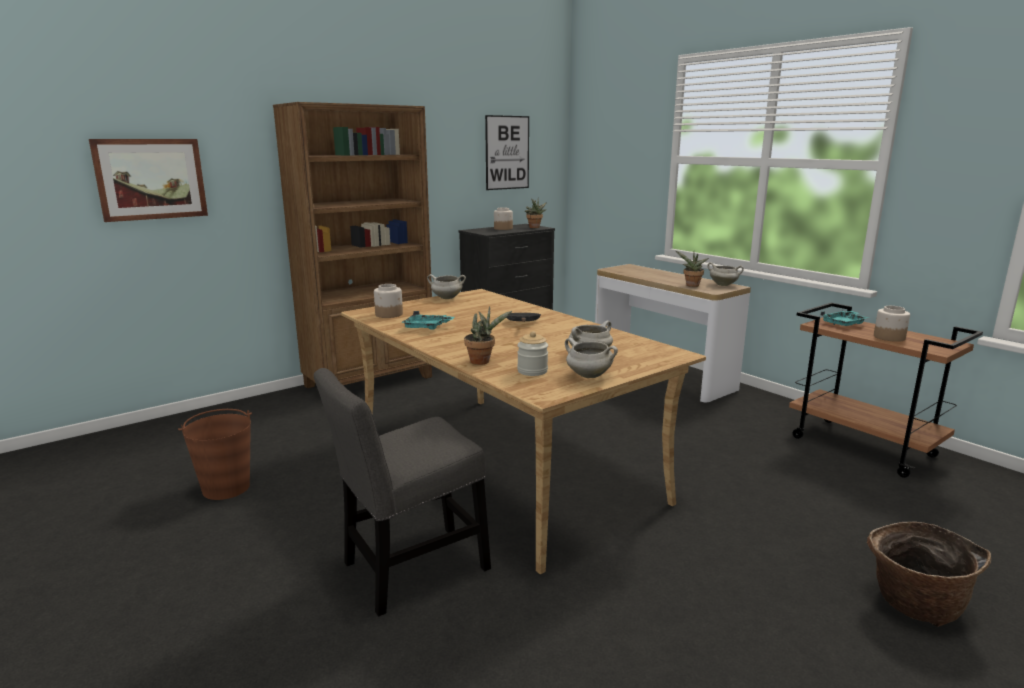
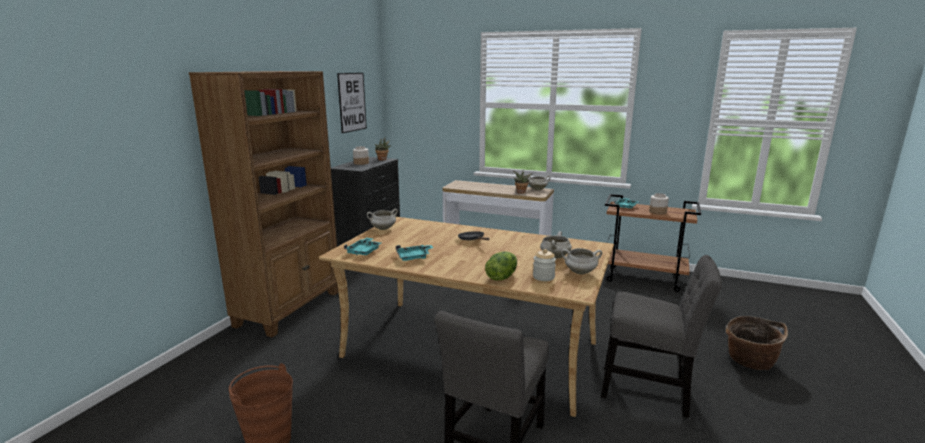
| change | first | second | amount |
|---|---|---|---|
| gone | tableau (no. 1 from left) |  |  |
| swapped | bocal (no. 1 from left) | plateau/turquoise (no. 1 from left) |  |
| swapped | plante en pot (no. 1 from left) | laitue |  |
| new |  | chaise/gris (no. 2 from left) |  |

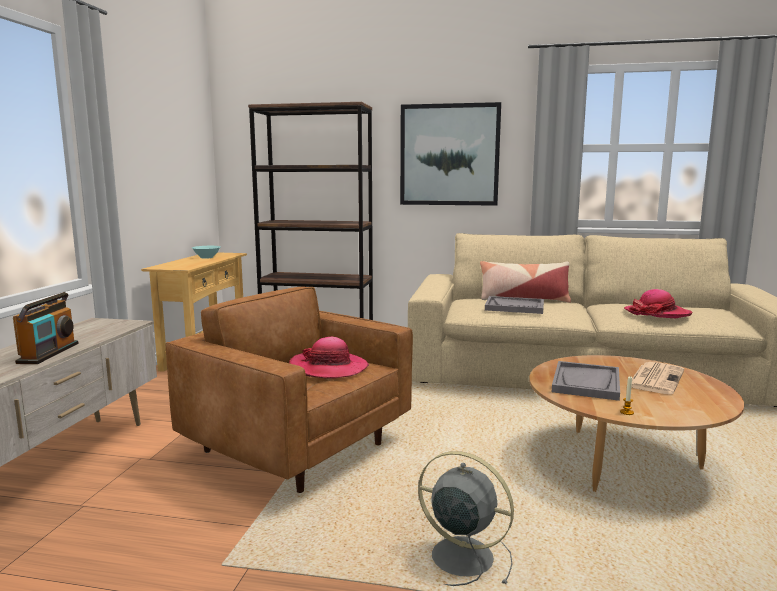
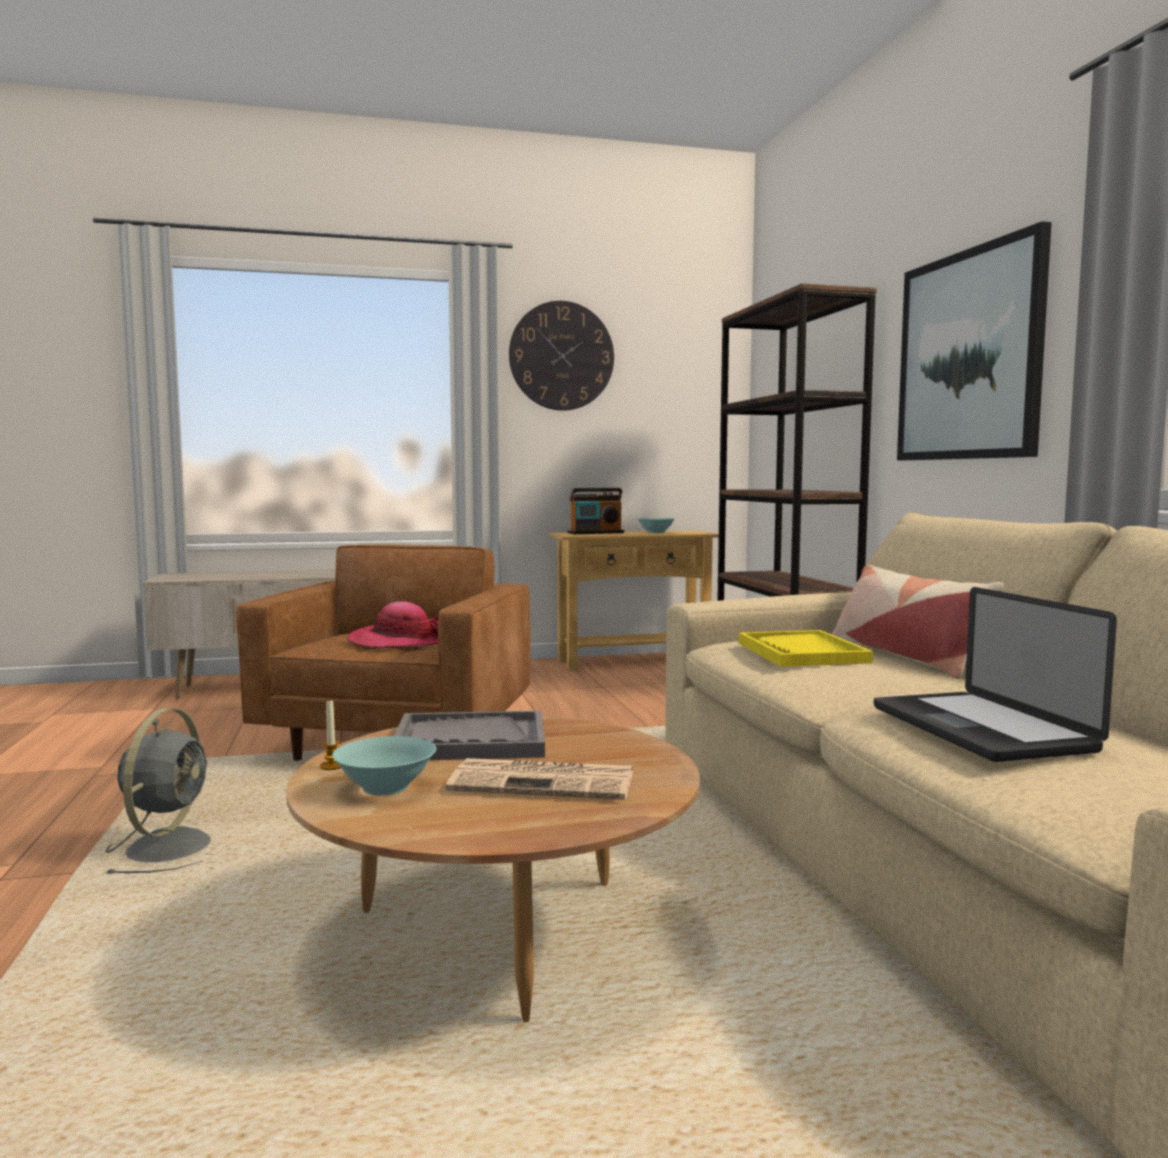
| change | first | second | amount |
|---|---|---|---|
| shifted | radio |  |  |
| repainted | plateau/gris (no. 1 from left) | plateau/jaune |  |
| swapped | chapeau (no. 2 from left) | ordinateur portable |  |
| new |  | bol/turquoise (no. 1 from left) |  |
| new |  | horloge murale |  |

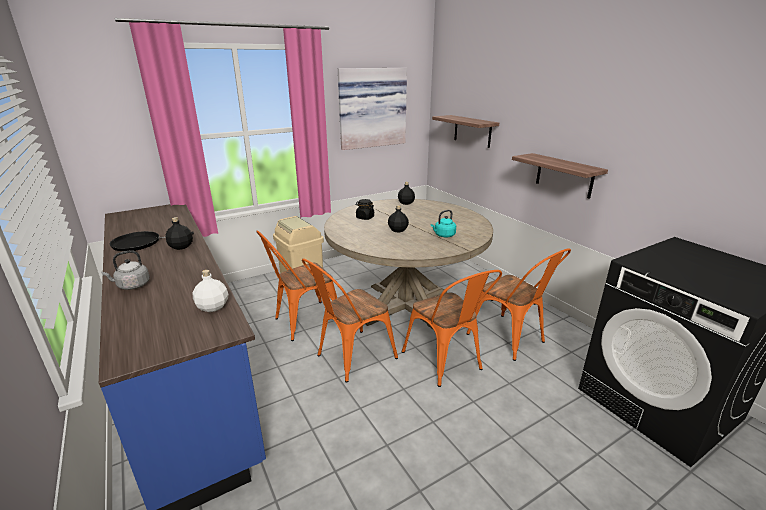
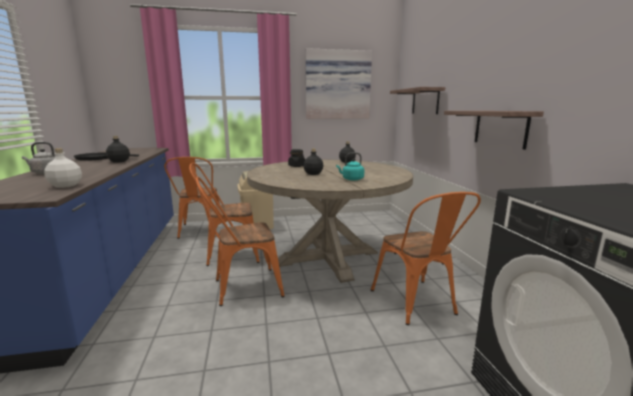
| change | first | second | amount |
|---|---|---|---|
| shifted | chaise/orange (no. 3 from left in the first image) | chaise/orange (no. 1 from left) |  |

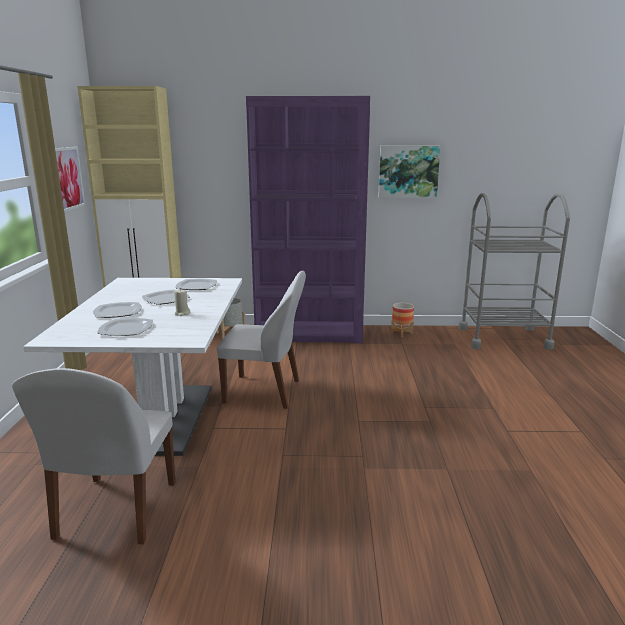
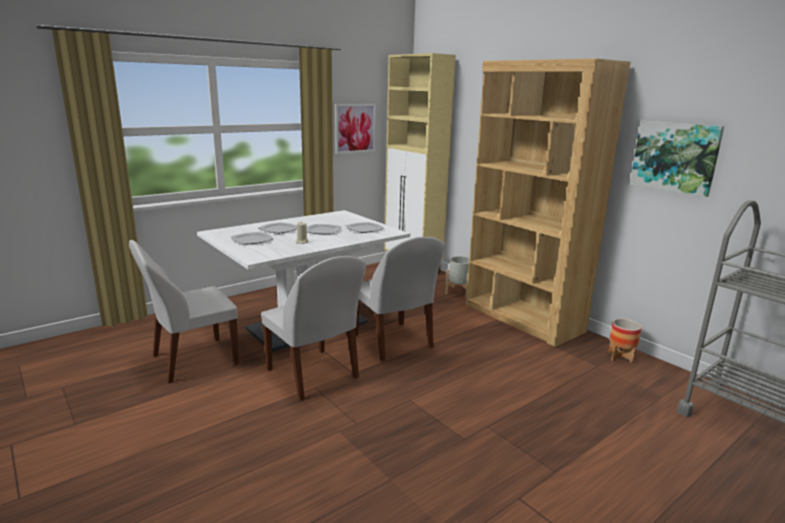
| change | first | second | amount |
|---|---|---|---|
| repainted | bibliothèque/violet | bibliothèque/marron |  |
| new |  | chaise/blanc (no. 2 from left) |  |

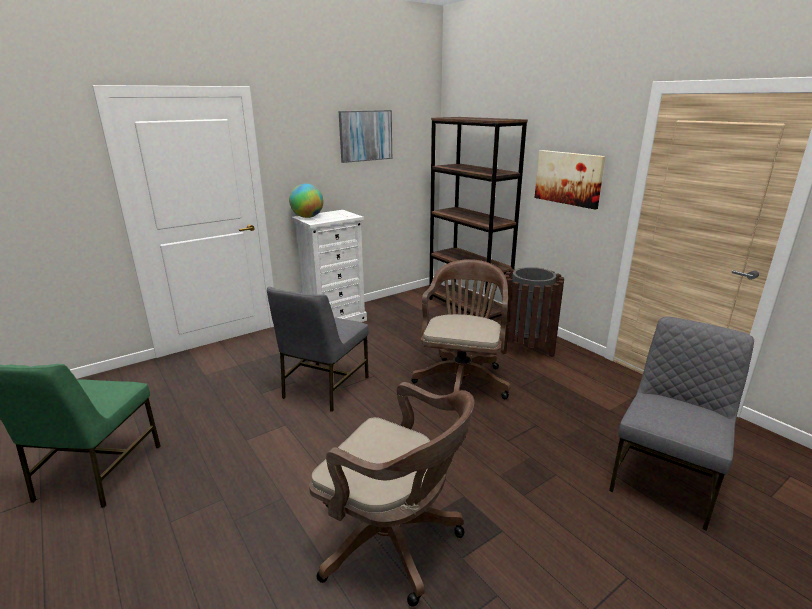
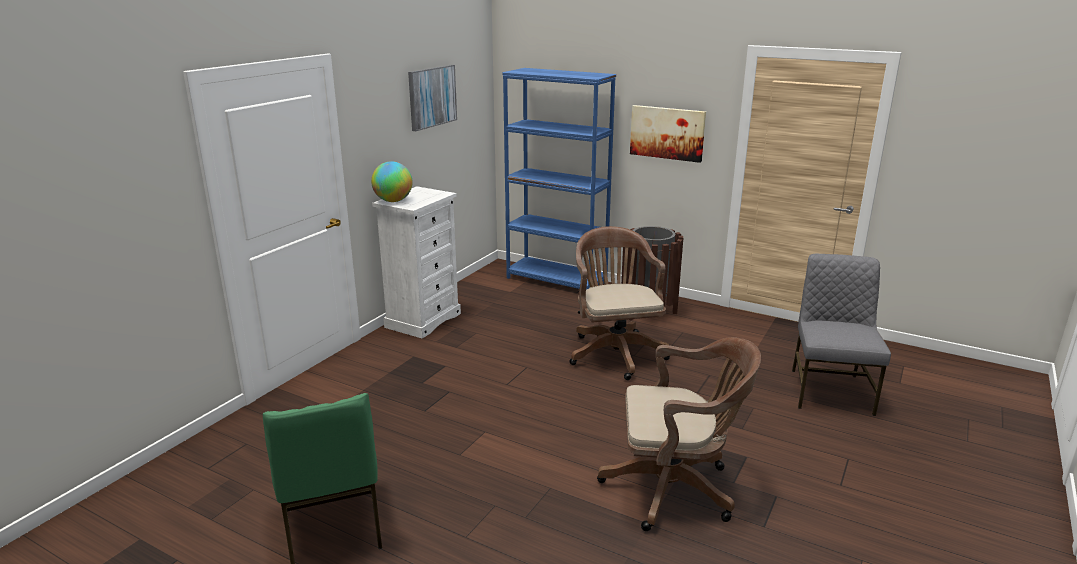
| change | first | second | amount |
|---|---|---|---|
| gone | chaise/gris (no. 1 from left) |  |  |
| repainted | bibliothèque/marron | bibliothèque/bleu |  |

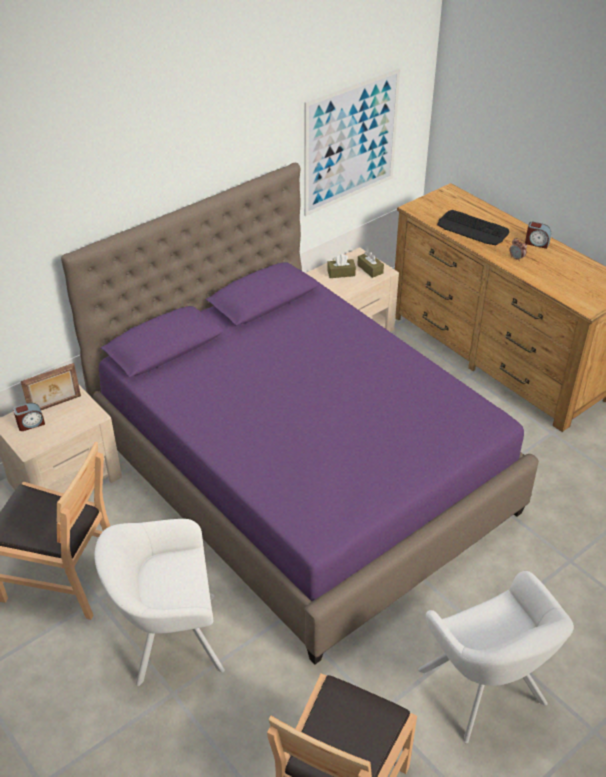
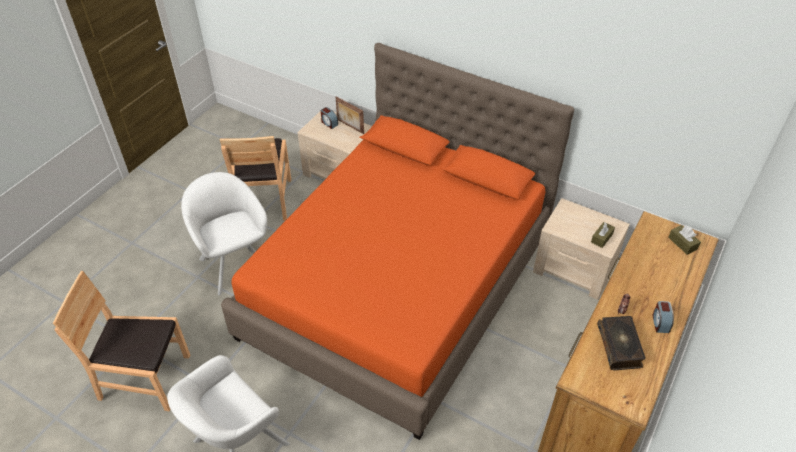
| change | first | second | amount |
|---|---|---|---|
| repainted | lit/violet | lit/orange |  |
| gone | tableau |  |  |
| shifted | boîte à mouchoirs/marron (no. 1 from left in the first image) | boîte à mouchoirs/marron (no. 2 from left) |  |
| gone | clavier |  |  |
| new |  | livre |  |

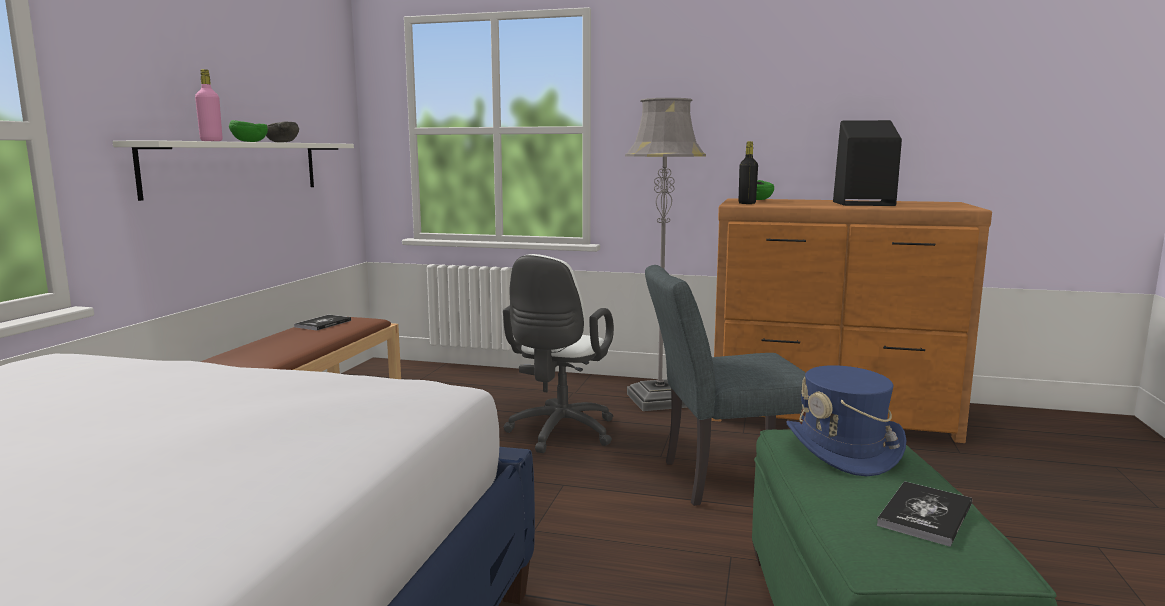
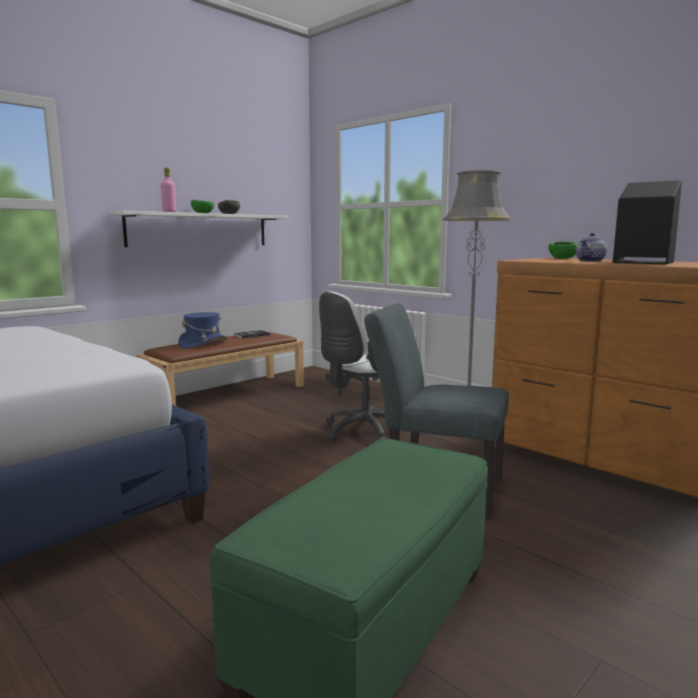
| change | first | second | amount |
|---|---|---|---|
| gone | bouteille/noir |  |  |
| shifted | chapeau/bleu |  |  |
| gone | livre (no. 2 from left) |  |  |
| new |  | théière |  |

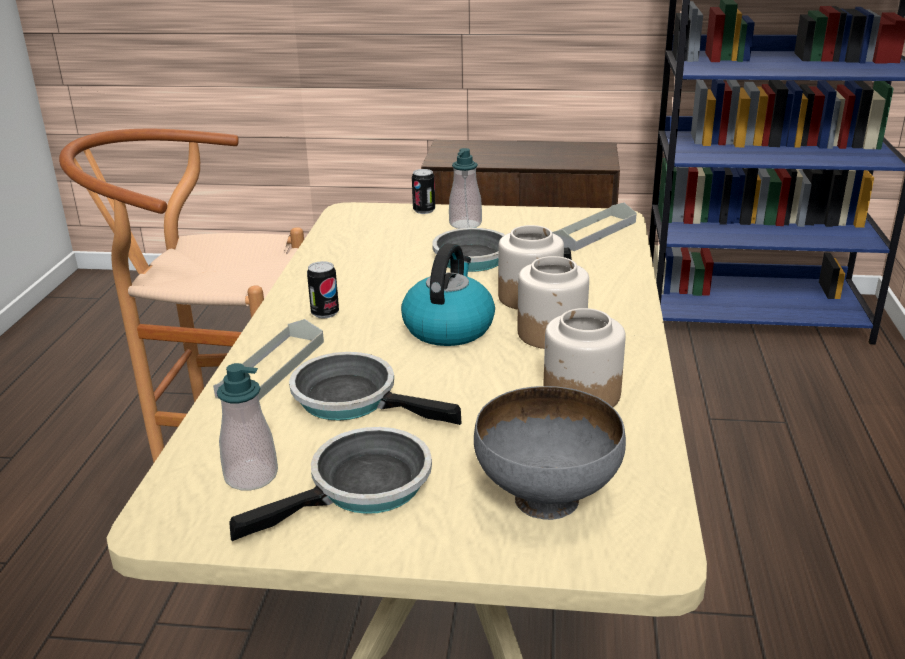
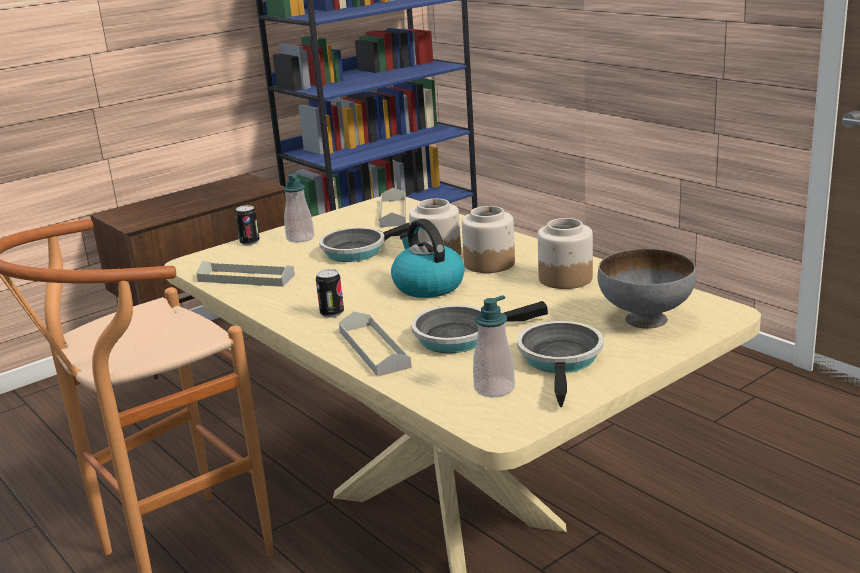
| change | first | second | amount |
|---|---|---|---|
| new |  | plateau/gris (no. 1 from left) |  |

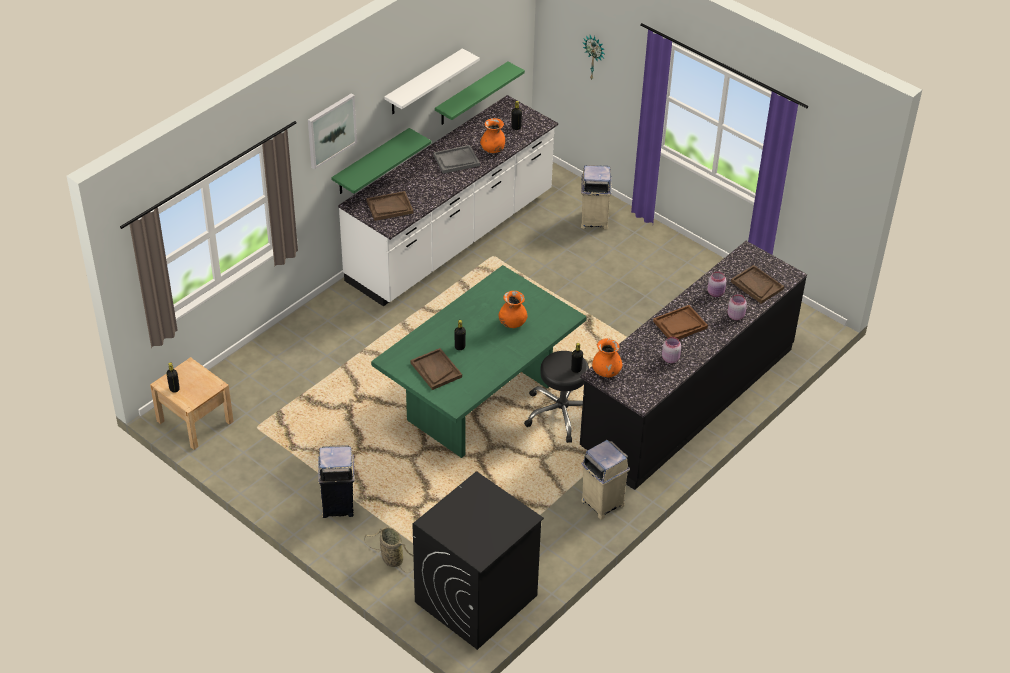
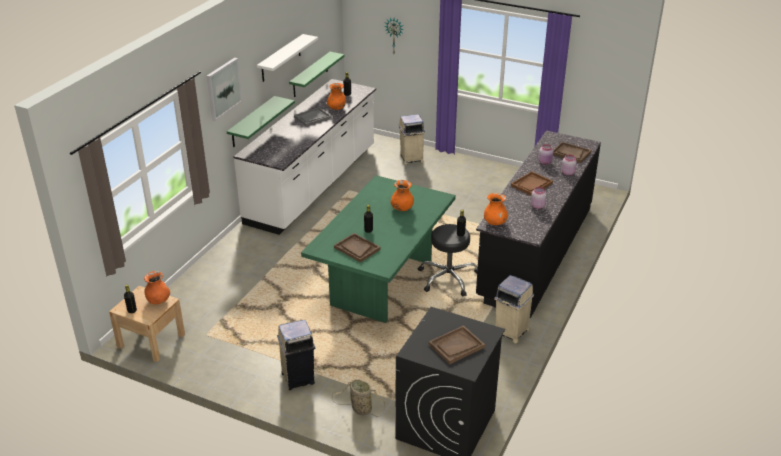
| change | first | second | amount |
|---|---|---|---|
| shifted | plateau/marron (no. 1 from left in the first image) | plateau/marron (no. 2 from left) |  |
| new |  | vase/orange (no. 1 from left) |  |

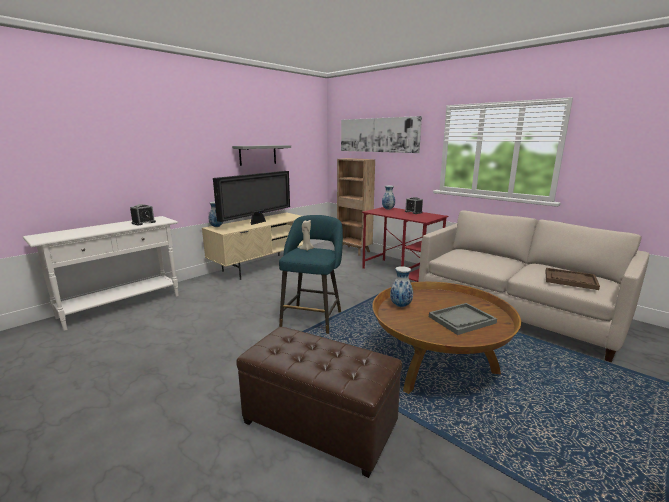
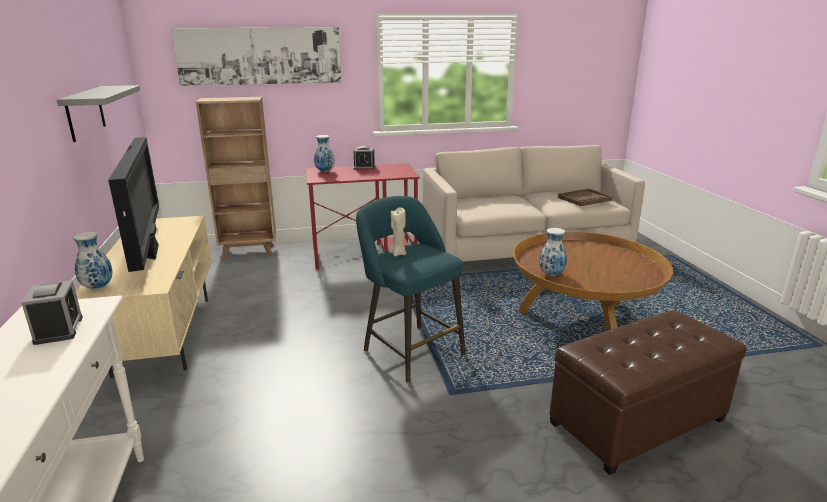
| change | first | second | amount |
|---|---|---|---|
| gone | plateau/gris |  |  |

